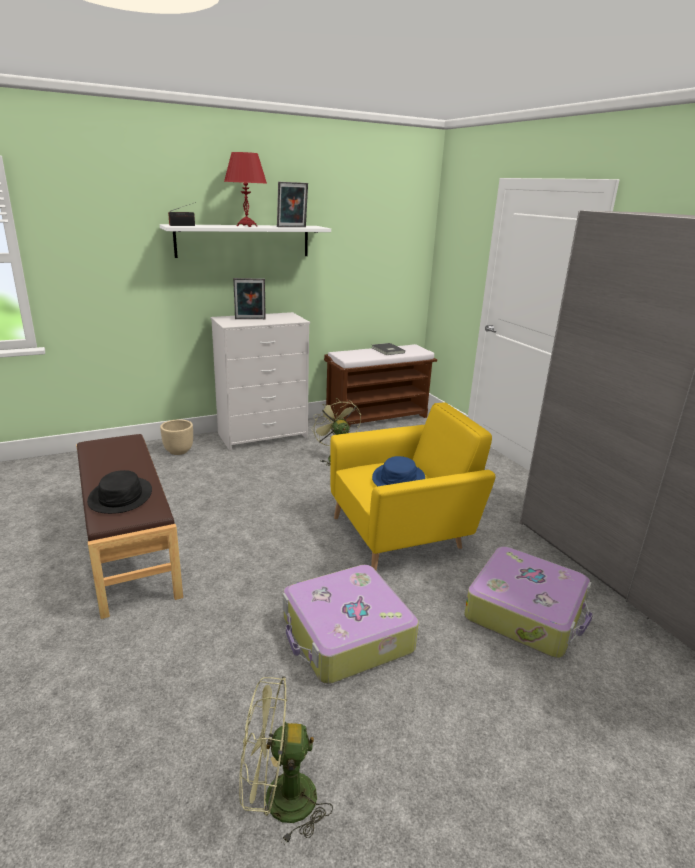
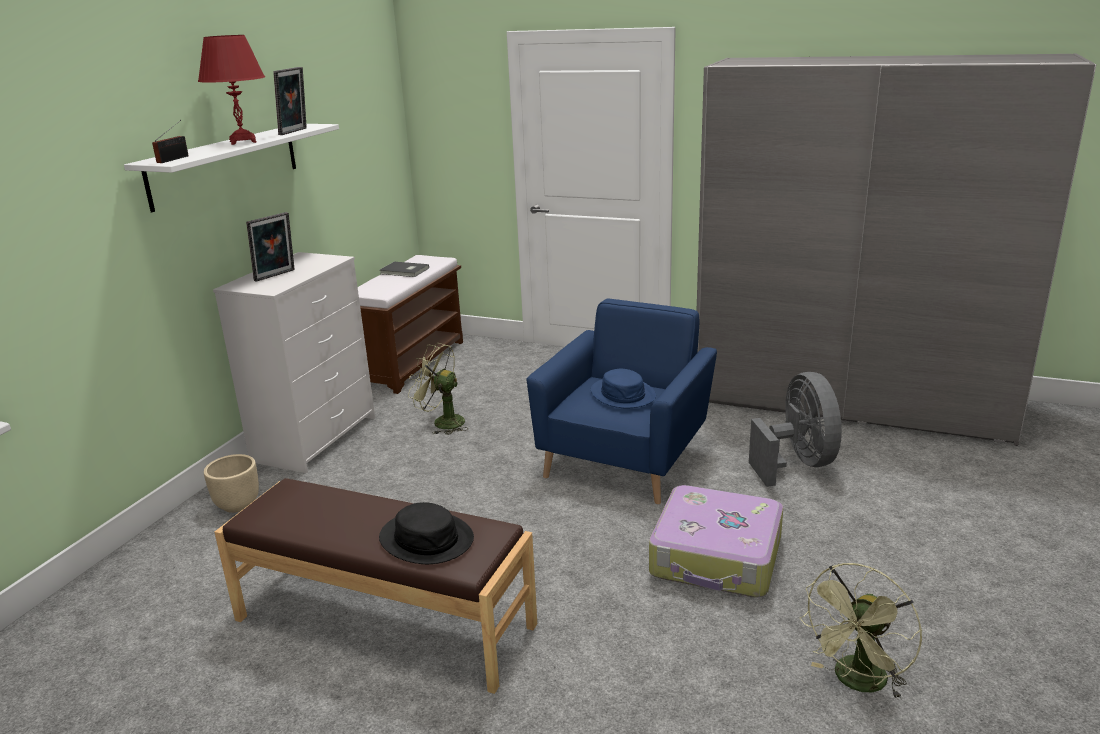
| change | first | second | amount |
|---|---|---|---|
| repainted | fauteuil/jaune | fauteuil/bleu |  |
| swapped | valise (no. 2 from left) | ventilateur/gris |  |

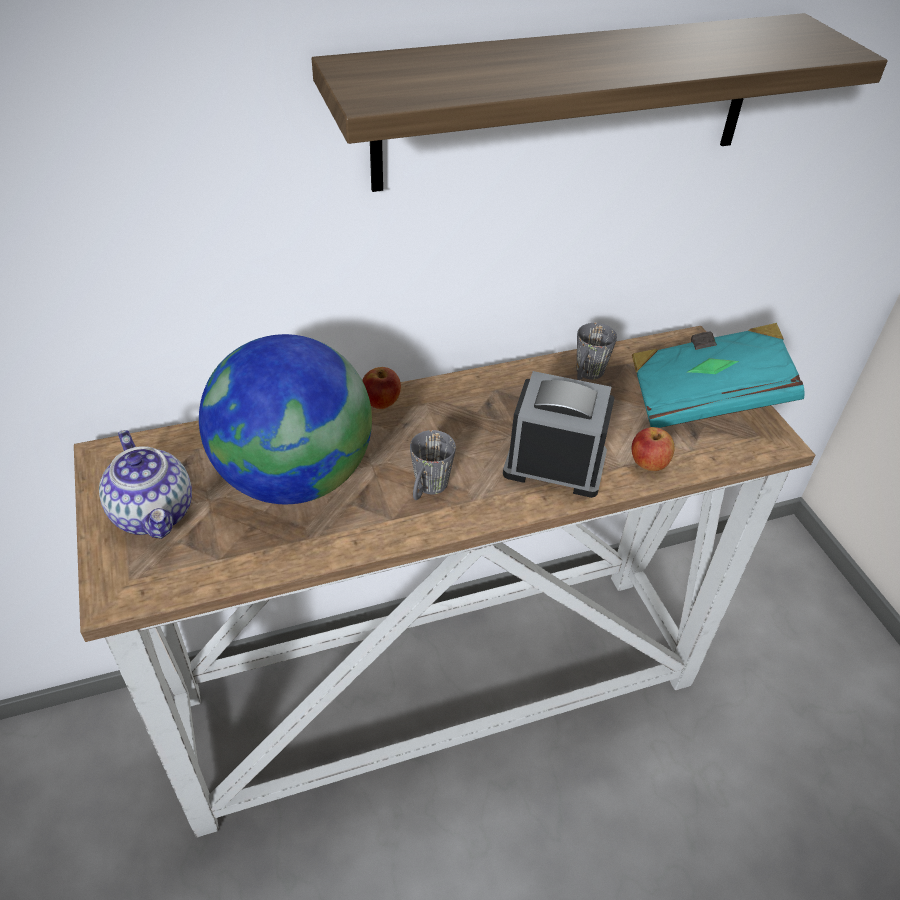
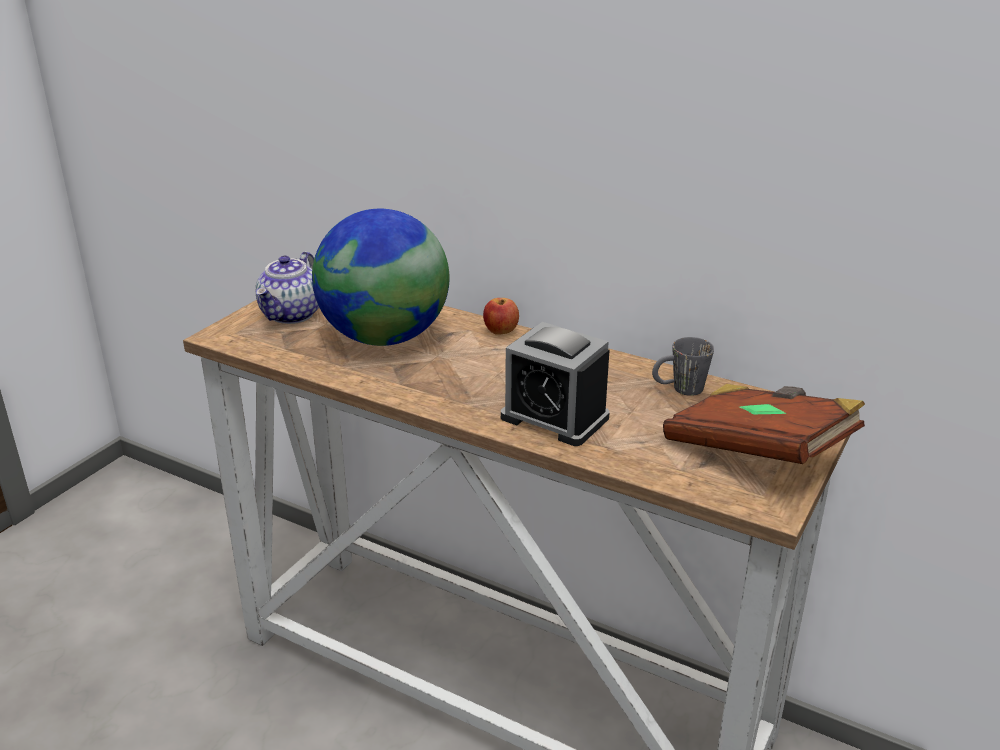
| change | first | second | amount |
|---|---|---|---|
| gone | étagère |  |  |
| gone | mug/gris (no. 1 from left) |  |  |
| rotated | réveil |  | 150 degrees clockwise |
| repainted | livre/turquoise | livre/marron |  |
| gone | pomme (no. 2 from left) |  |  |

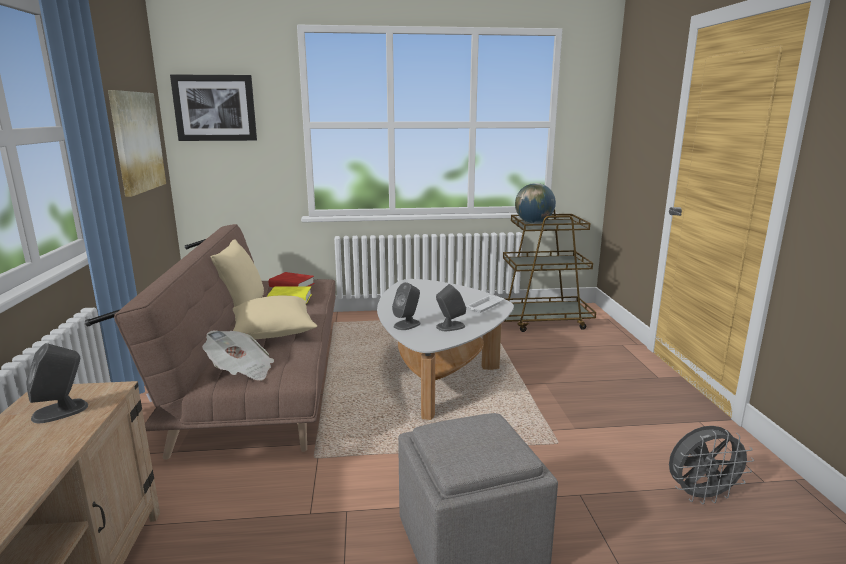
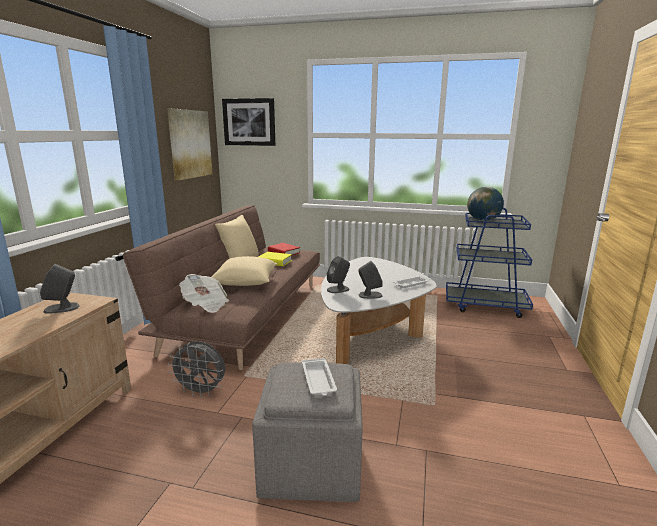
| change | first | second | amount |
|---|---|---|---|
| repainted | chariot/marron | chariot/bleu |  |
| shifted | ventilateur/gris |  |  |
| new |  | plateau/blanc (no. 1 from left) |  |

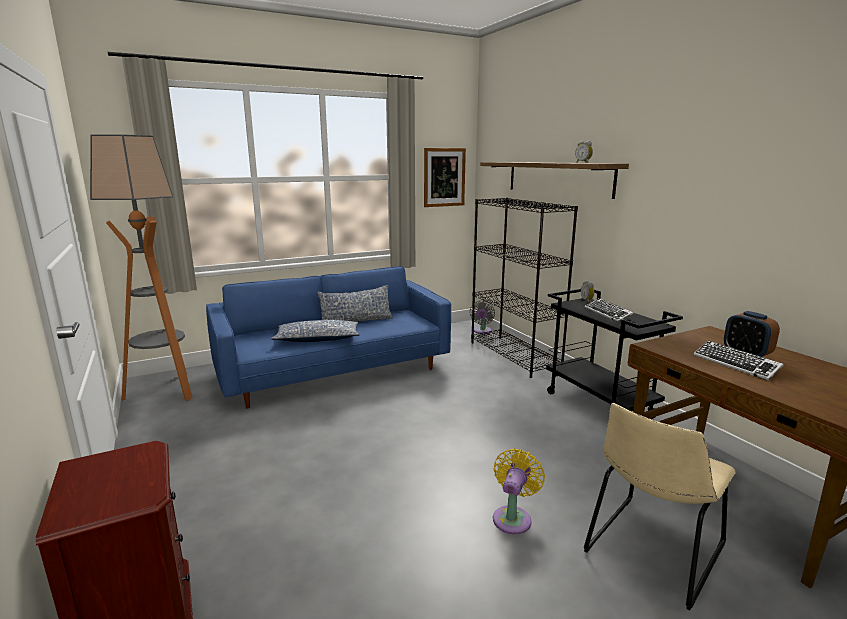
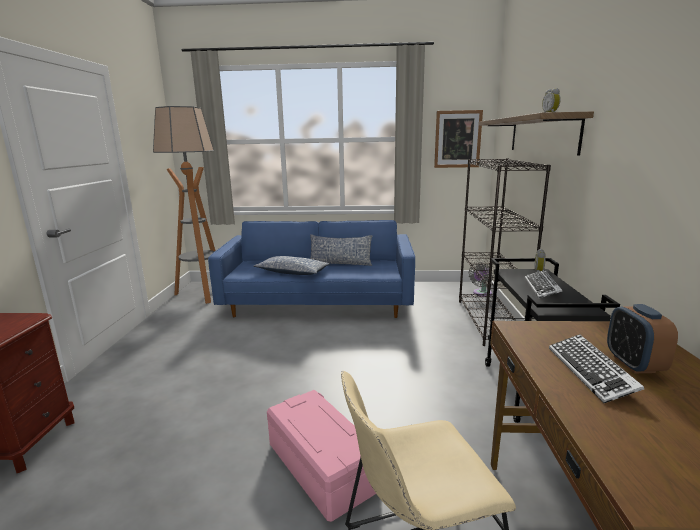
| change | first | second | amount |
|---|---|---|---|
| swapped | ventilateur/jaune | boîte de rangement/rose |  |

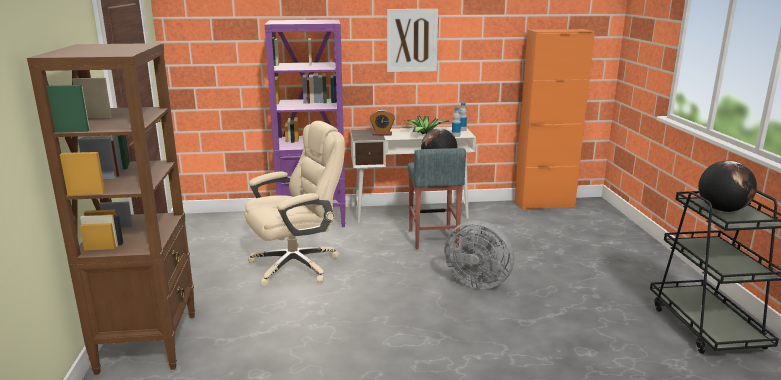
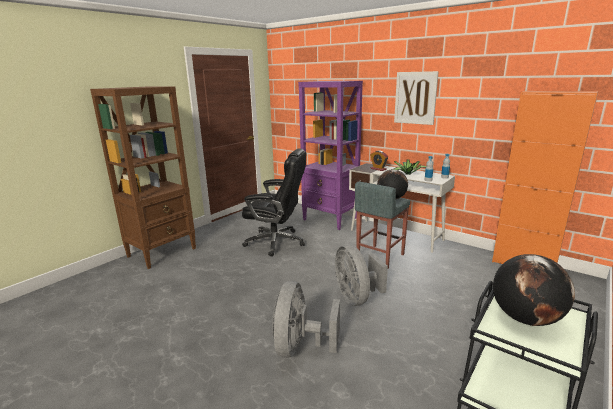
| change | first | second | amount |
|---|---|---|---|
| repainted | chaise de bureau/beige | chaise de bureau/noir |  |
| new |  | ventilateur/gris (no. 1 from left) |  |

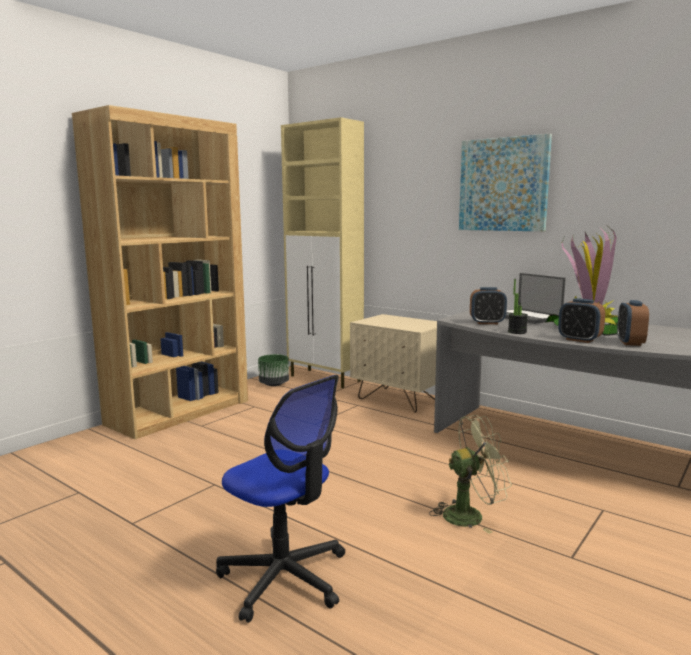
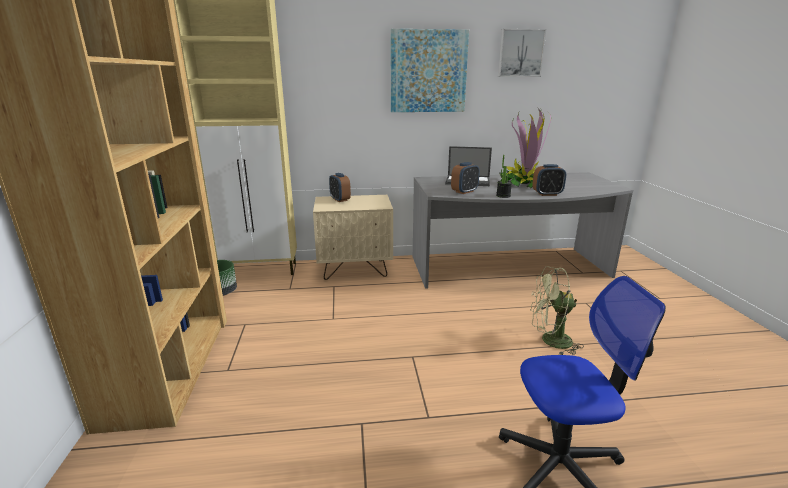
| change | first | second | amount |
|---|---|---|---|
| rotated | ventilateur/vert |  | 120 degrees counterclockwise |
| shifted | réveil (no. 3 from left in the first image) | réveil (no. 1 from left) |  |
| new |  | tableau (no. 2 from left) |  |

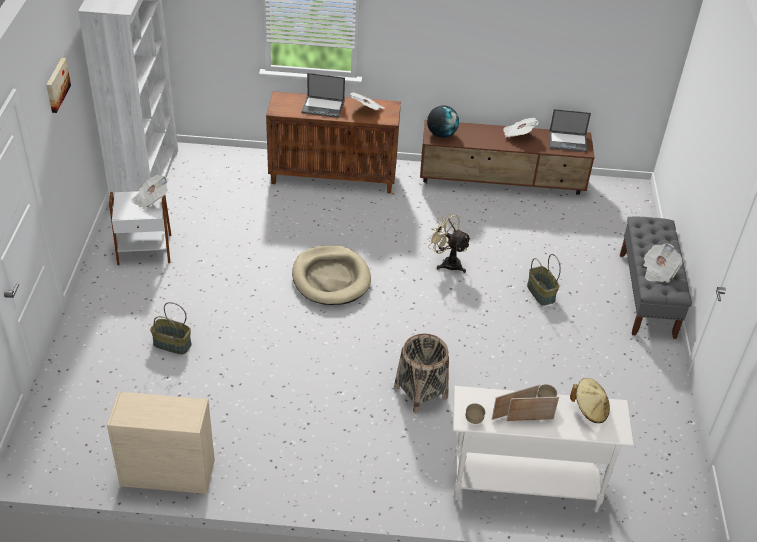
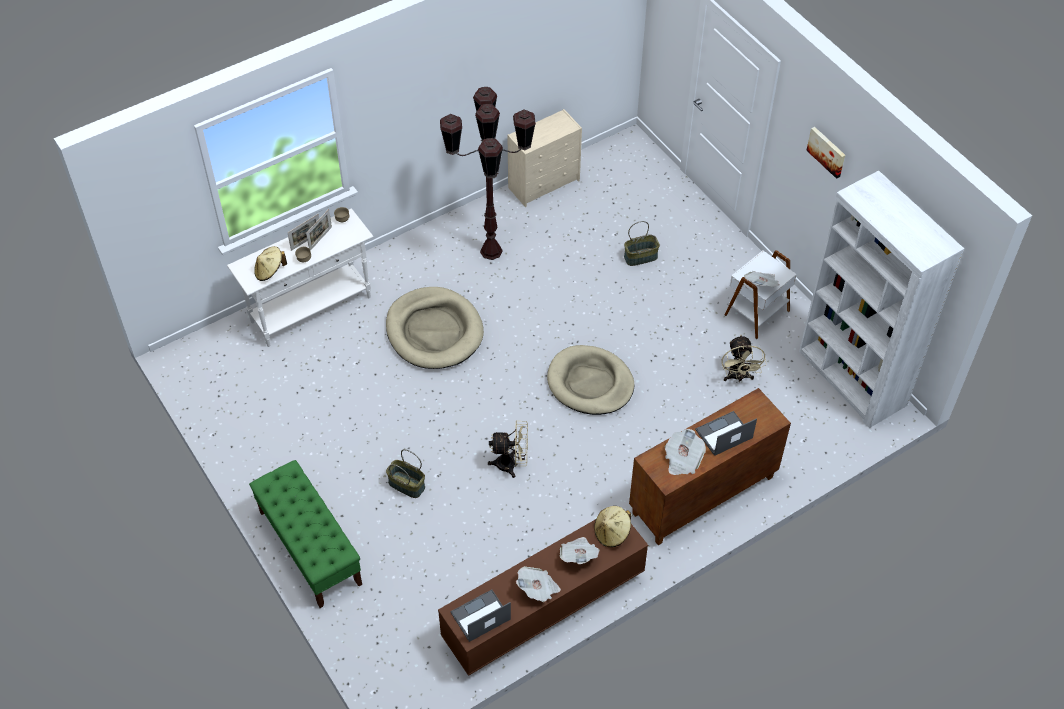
| change | first | second | amount |
|---|---|---|---|
| swapped | panier (no. 2 from left) | panier pour chien/beige (no. 1 from left) |  |
| swapped | globe | chapeau/beige (no. 2 from left) |  |
| repainted | banc/gris | banc/vert |  |
| shifted | journal (no. 4 from left in the first image) | journal (no. 2 from left) |  |
| new |  | lampadaire/marron |  |
| new |  | ventilateur/beige (no. 2 from left) |  |

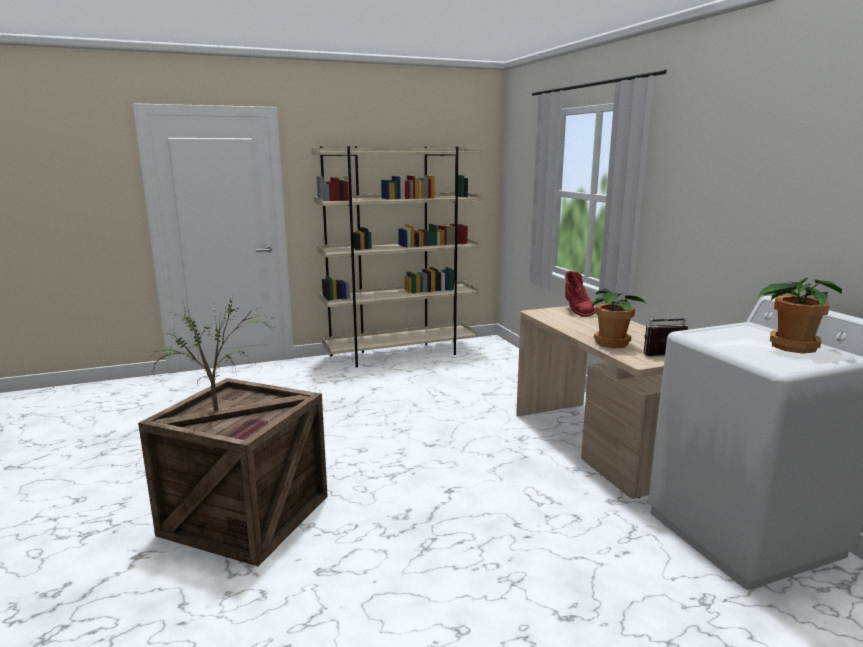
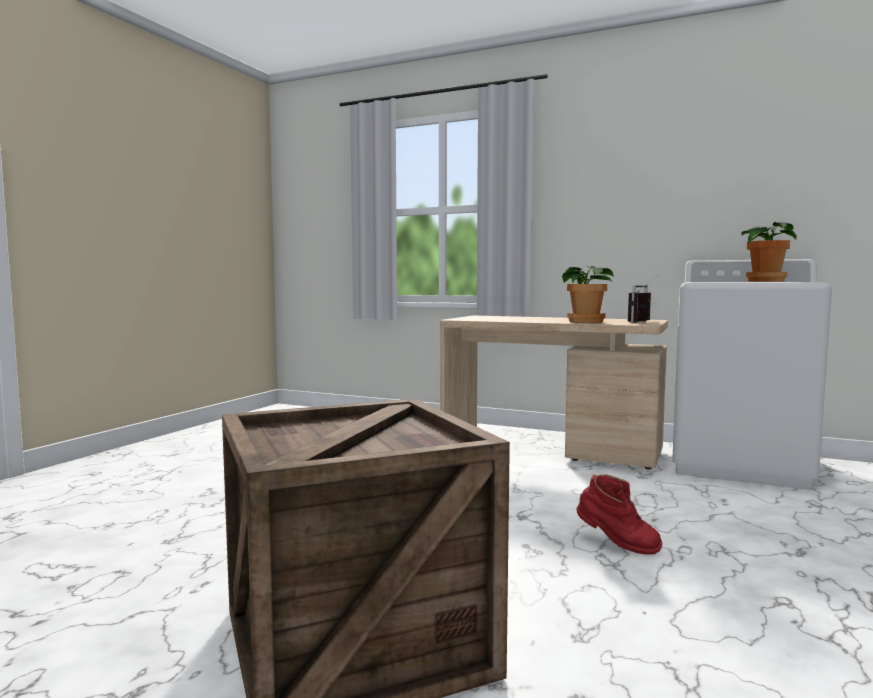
| change | first | second | amount |
|---|---|---|---|
| gone | plante en pot (no. 1 from left) |  |  |
| gone | bibliothèque/beige |  |  |
| shifted | botte/rouge |  |  |

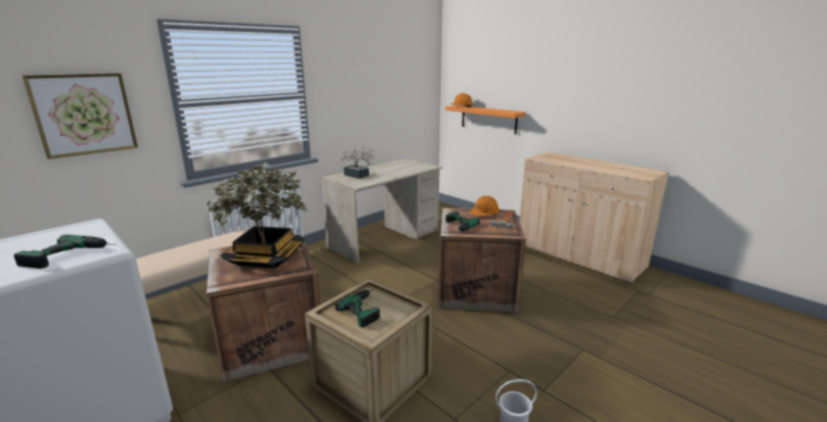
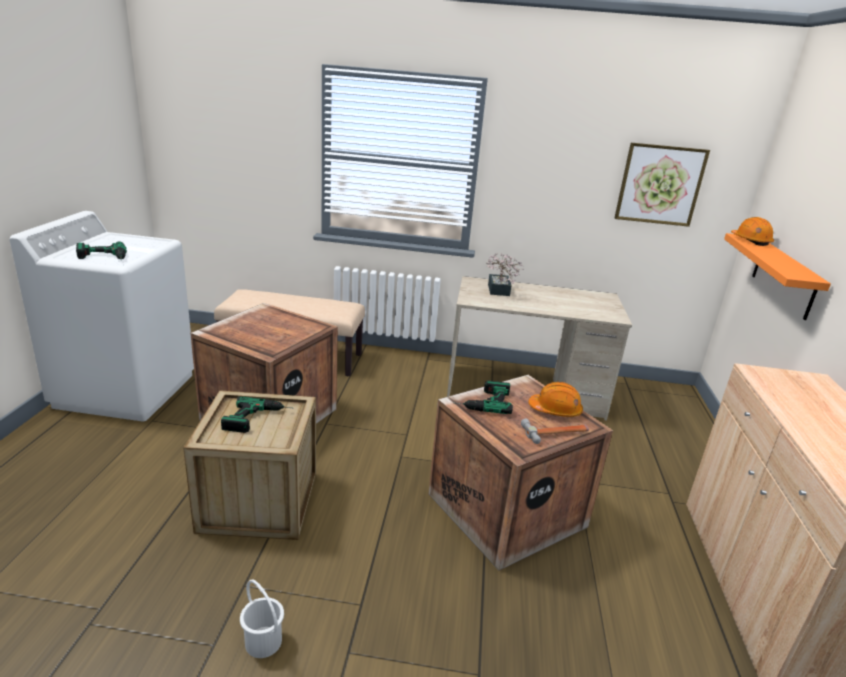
| change | first | second | amount |
|---|---|---|---|
| shifted | tableau |  |  |
| gone | plante en pot (no. 1 from left) |  |  |

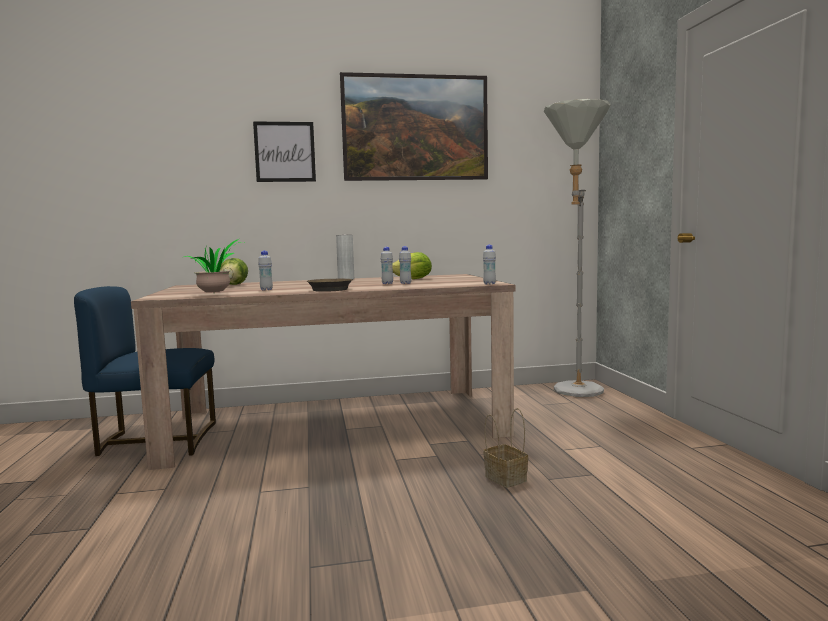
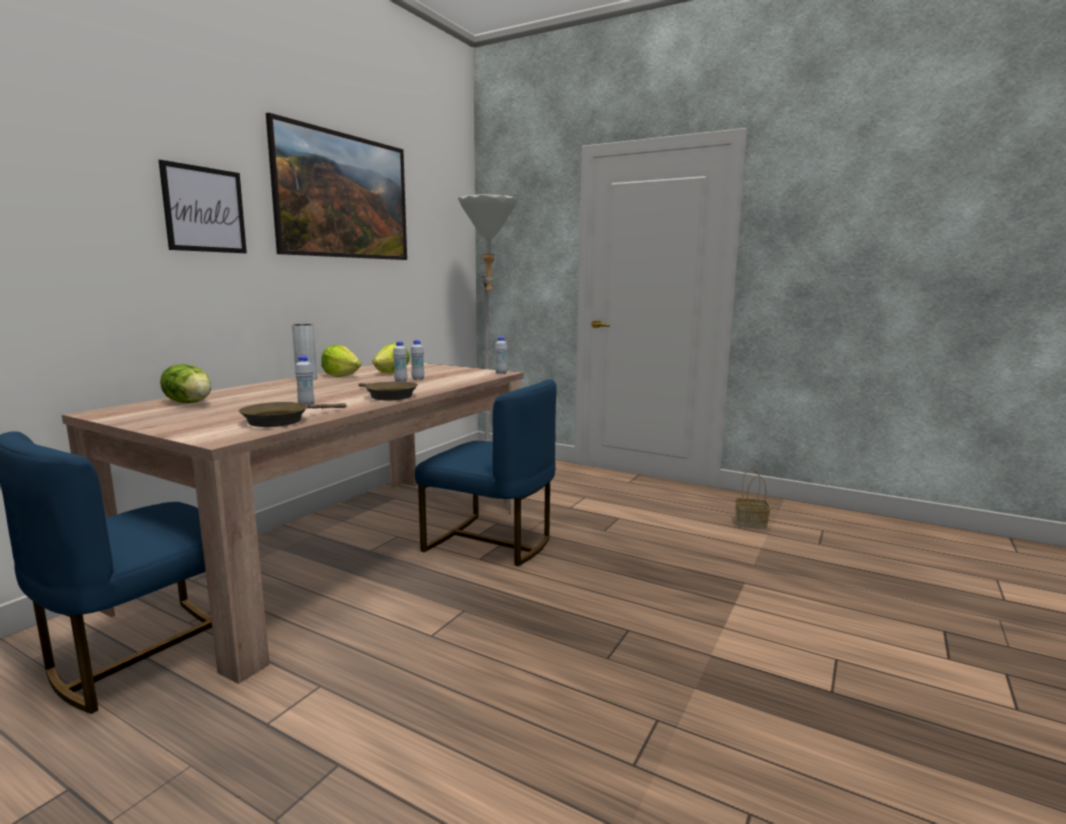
| change | first | second | amount |
|---|---|---|---|
| swapped | plante en pot | poêle/marron (no. 1 from left) |  |
| shifted | panier |  |  |
| new |  | laitue (no. 2 from left) |  |
| new |  | chaise/bleu (no. 2 from left) |  |

